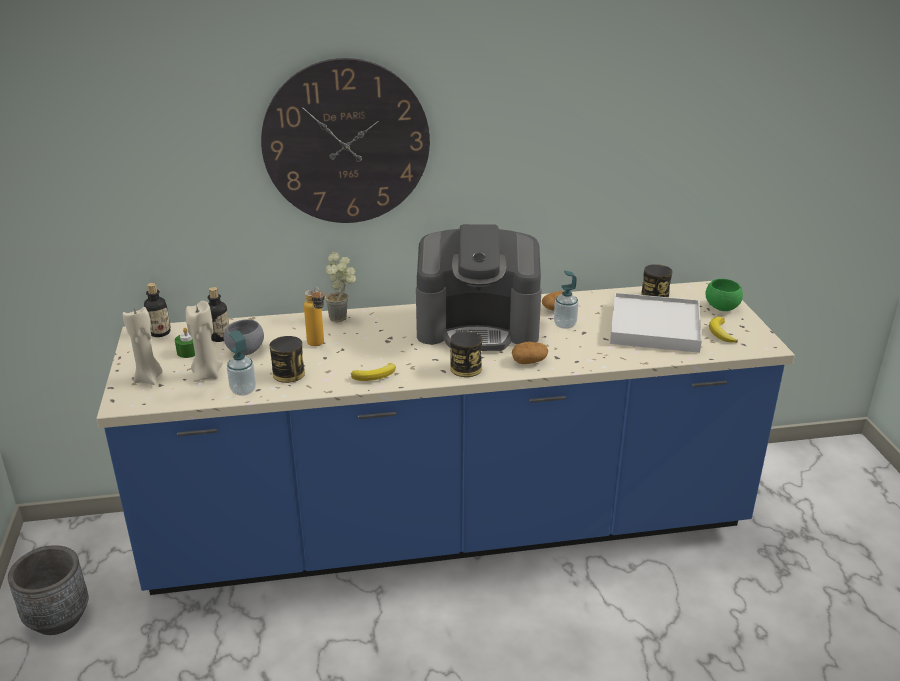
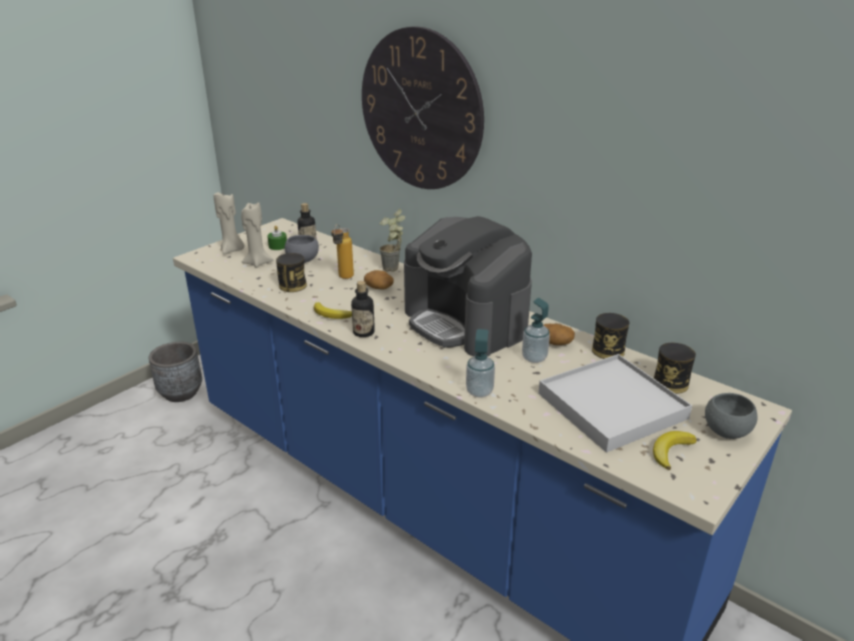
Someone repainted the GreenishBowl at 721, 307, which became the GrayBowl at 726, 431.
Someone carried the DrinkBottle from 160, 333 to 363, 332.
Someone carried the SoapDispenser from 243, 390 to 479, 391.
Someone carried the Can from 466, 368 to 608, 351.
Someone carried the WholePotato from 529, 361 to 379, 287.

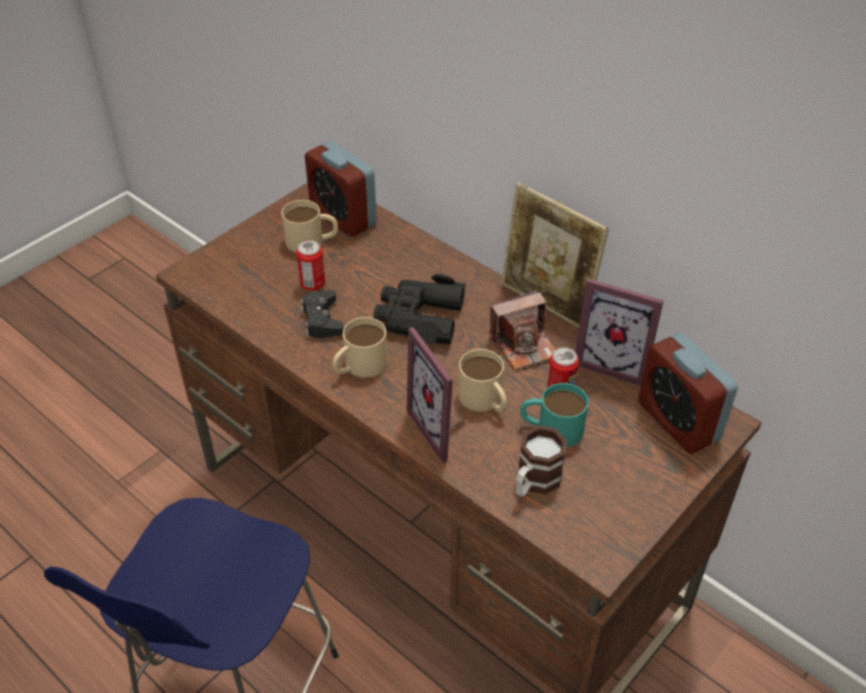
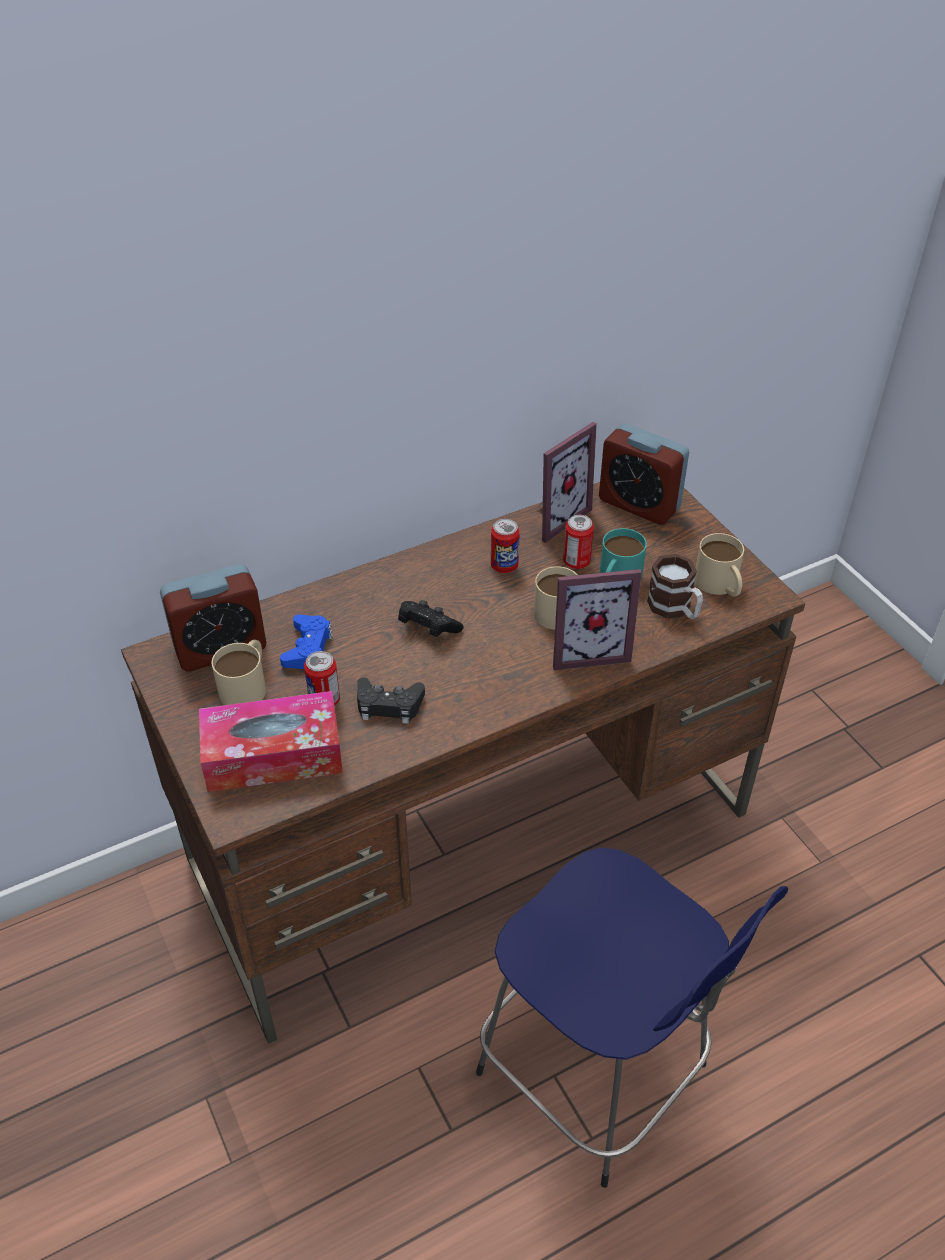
Someone took away the PhotoFrame at 546, 304.
Someone swapped the BlackishFieldGlasses at 419, 318 for the BlackishJoypad at 427, 628.
Someone swapped the StillCamera at 524, 345 for the Can at 504, 566.
Someone carried the BeigeColouredCoffeeMug from 359, 366 to 720, 585.
Someone rotated the AlarmClock at 678, 421 by 45 degrees clockwise.
Someone put down the BlueJoypad at 308, 648.
Someone put down the TissueHolder at 273, 755.

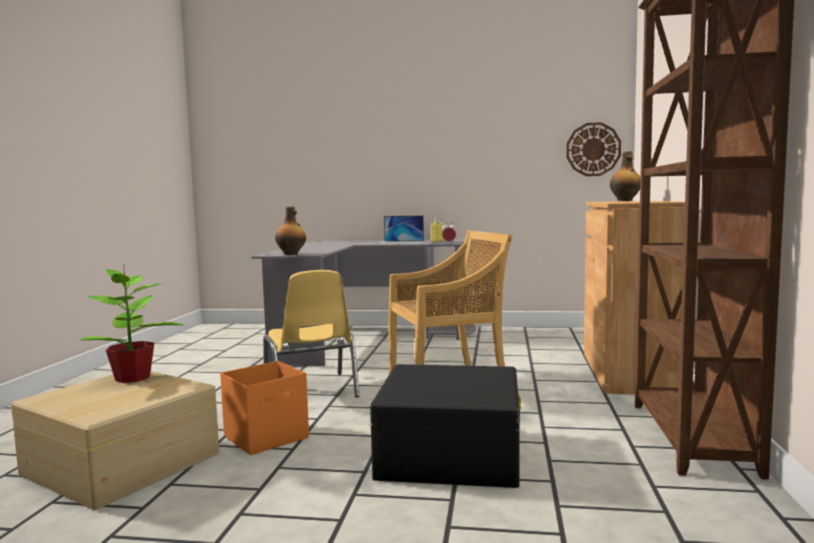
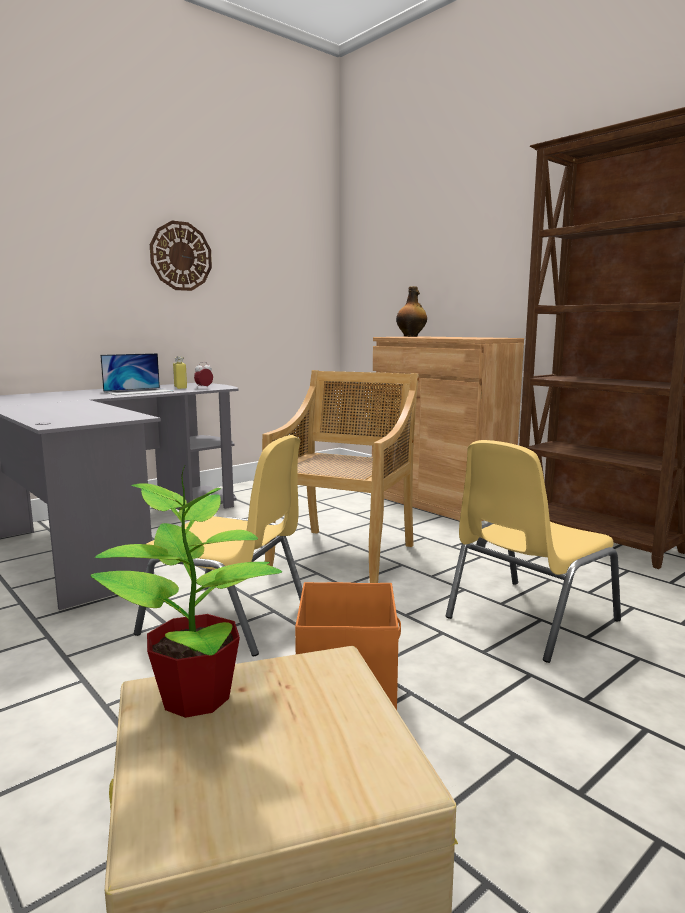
Someone carried the WallClock from 593, 149 to 181, 256.
Someone took away the DrinkBottle at 291, 254.
Someone swapped the BlackishStorageBox at 450, 452 for the YellowPlainChair at 528, 619.

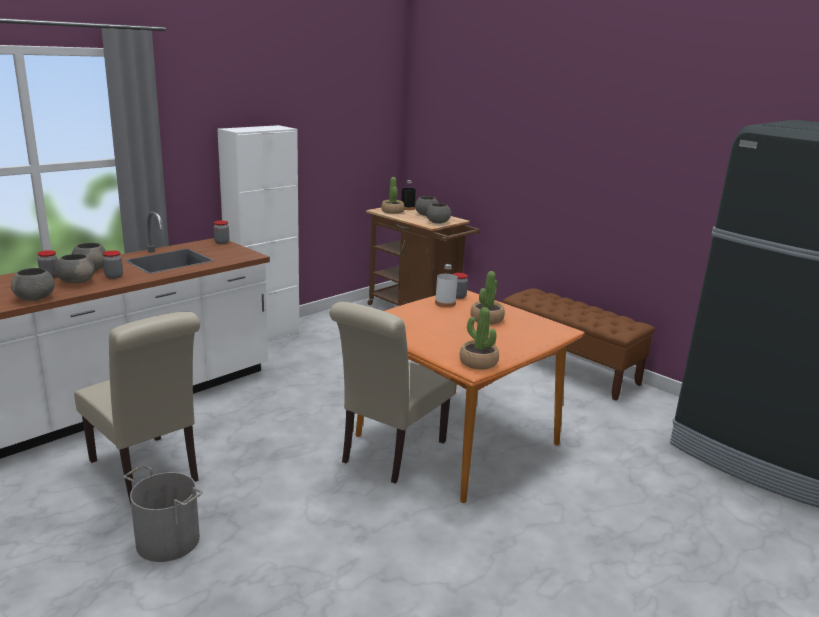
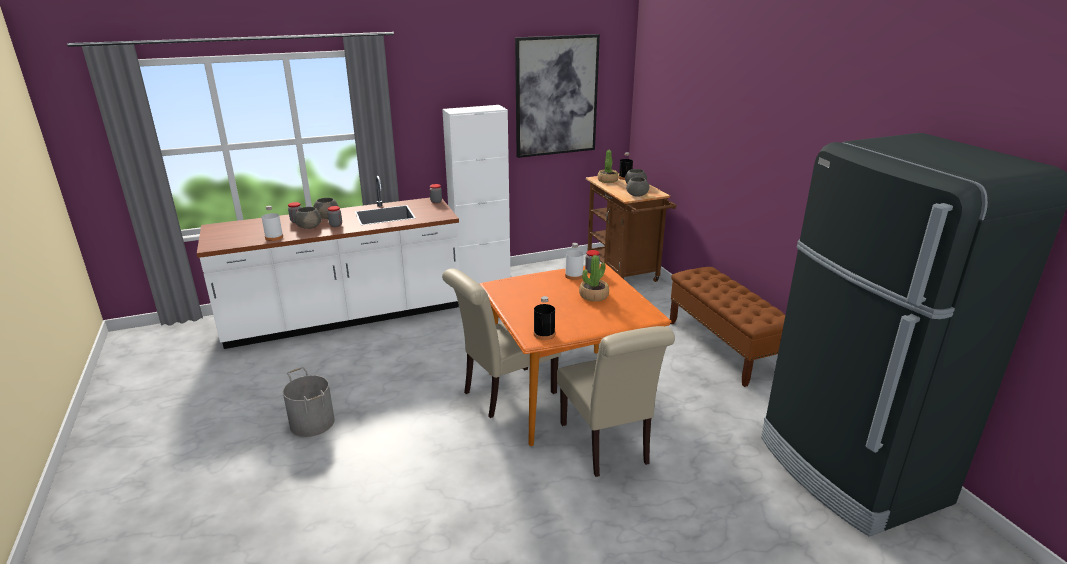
Someone swapped the GrayBowl at 35, 298 for the WhitishDrinkBottle at 274, 237.
Someone swapped the PottedPlant at 478, 362 for the BlackishDrinkBottle at 544, 334.
Someone carried the BeigeColouredPlainChair from 148, 473 to 607, 446.
Someone put up the WallArt at 556, 96.

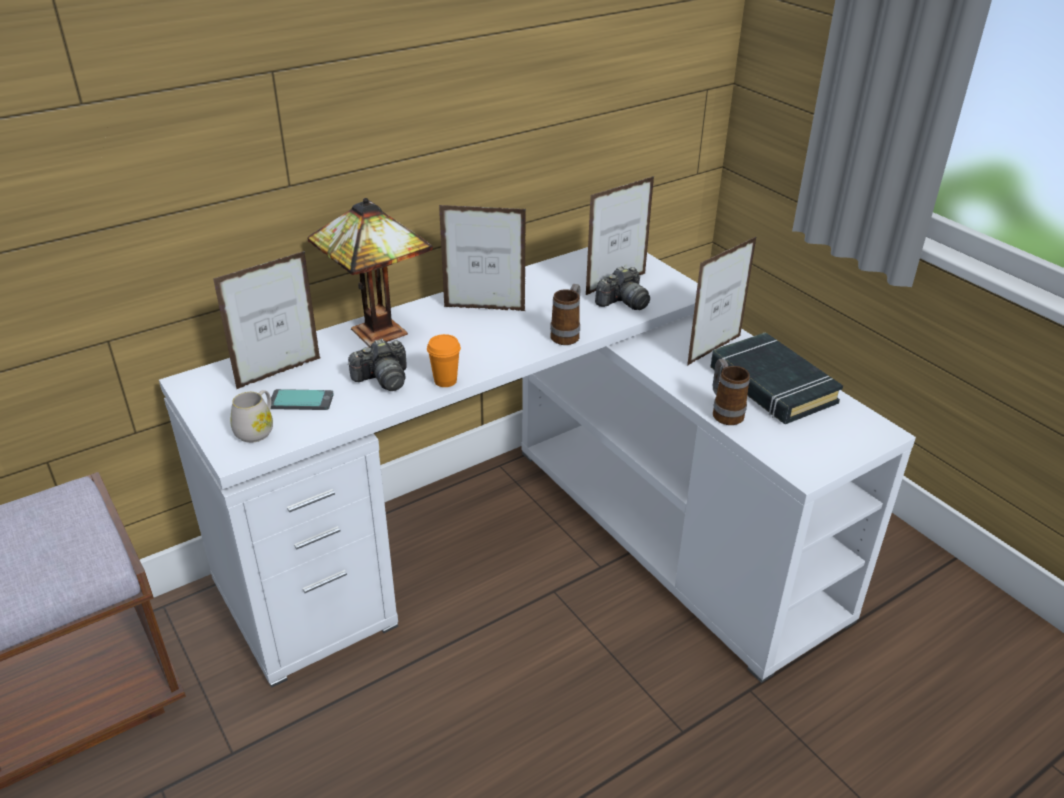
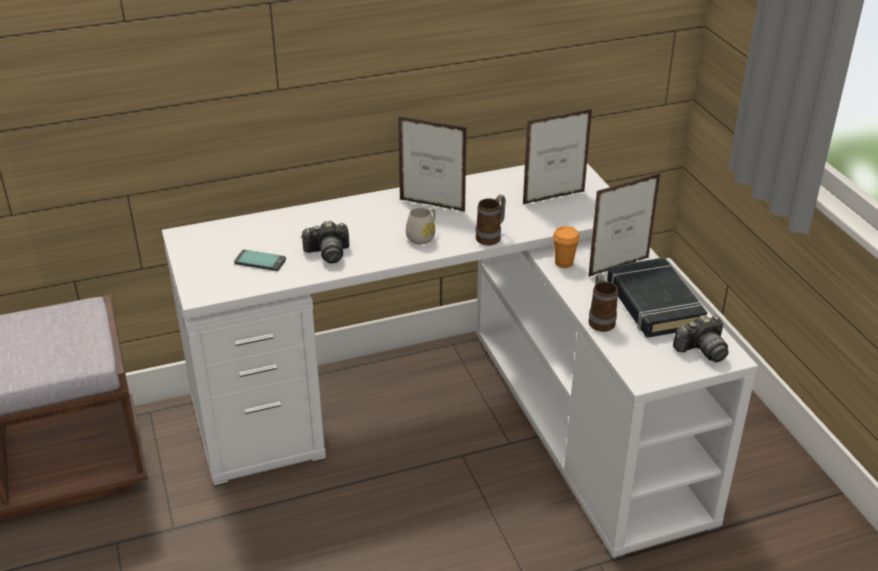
Someone took away the TabletopLamp at 375, 331.
Someone took away the PhotoFrame at 279, 373.
Someone carried the StillCamera from 623, 302 to 702, 350.
Someone carried the OrangeColouredDrinkingCup from 445, 381 to 564, 263.
Someone carried the WhitishCoffeeMug from 257, 430 to 423, 236.

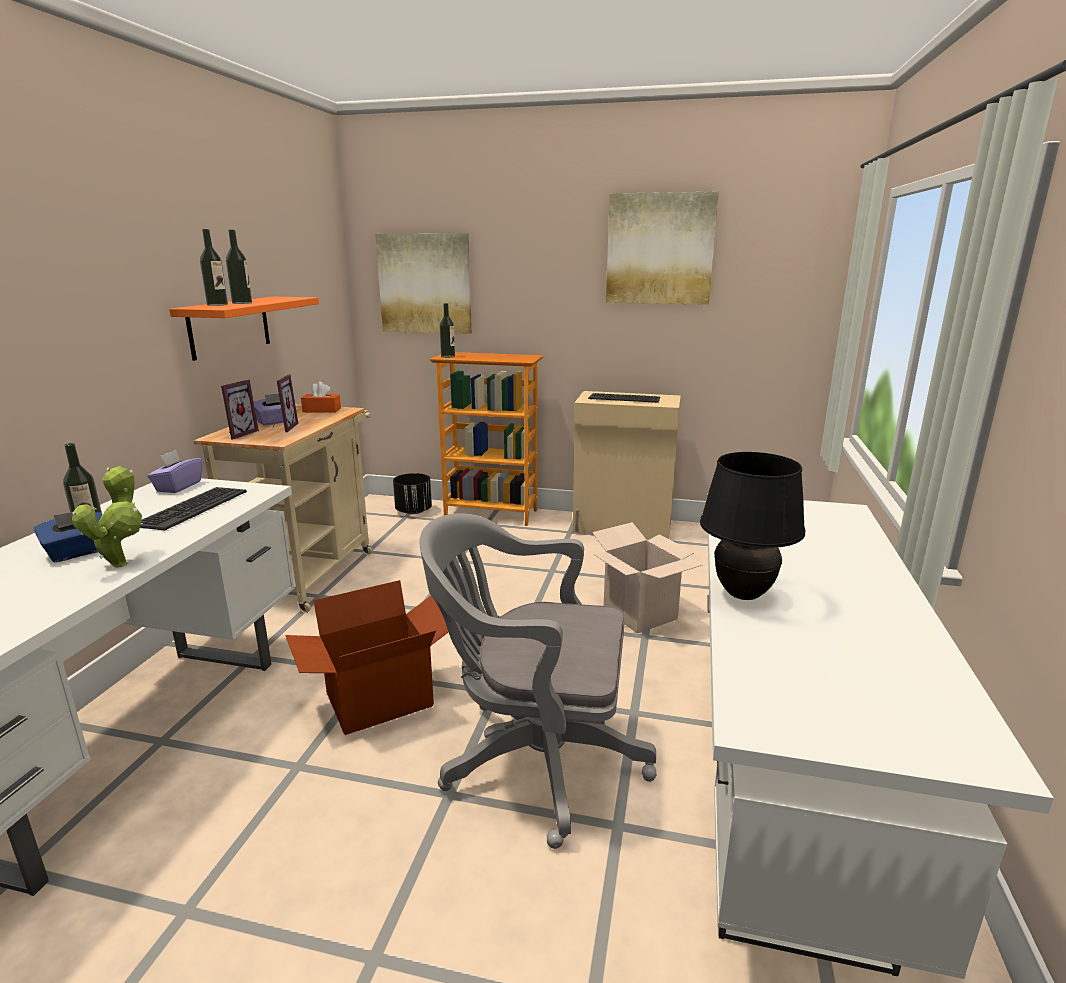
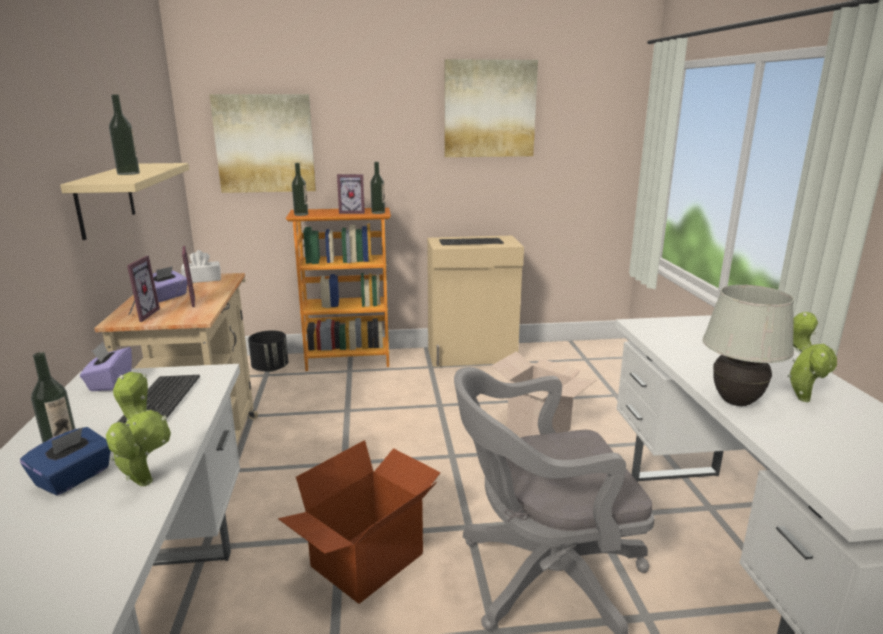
Someone carried the DrinkBottle from 217, 305 to 378, 212.
Someone repainted the OrangeColouredWallShelf at 229, 326, which became the BeigeColouredWallShelf at 105, 199.
Someone repainted the OrangeColouredTissueHolder at 322, 410, which became the WhitishTissueHolder at 202, 279.
Someone repainted the BlackishTabletopLamp at 743, 594, which became the WhitishTabletopLamp at 736, 402.
Someone put down the PhotoFrame at 352, 212.
Someone put down the PottedPlant at 801, 397.

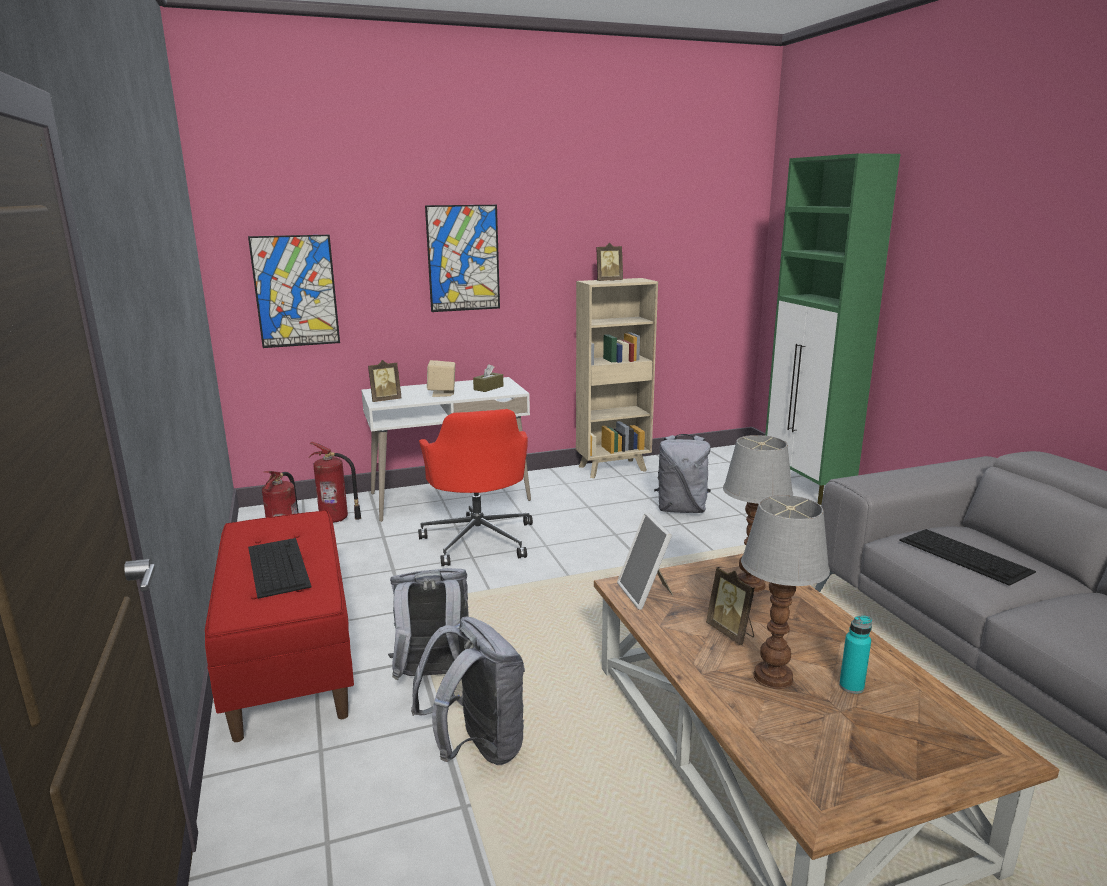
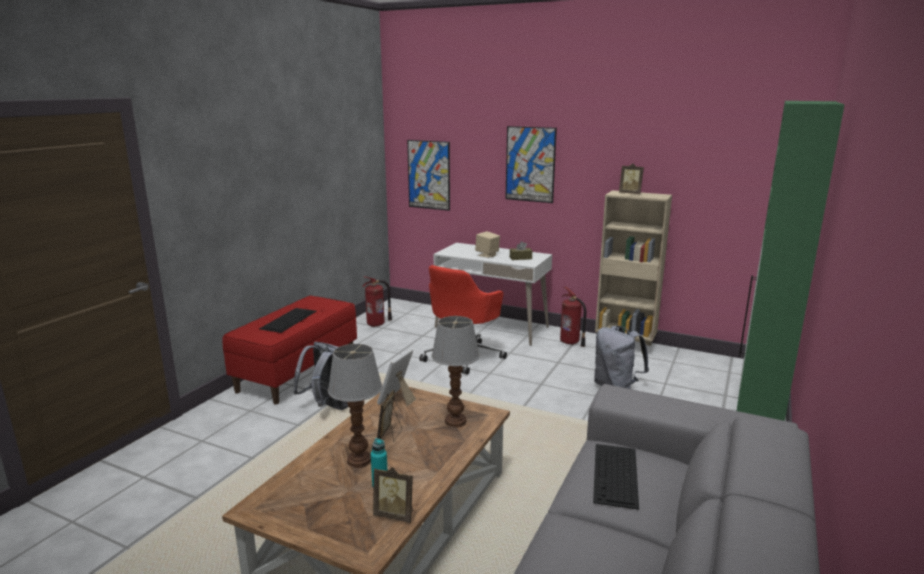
Someone carried the PhotoFrame from 385, 400 to 395, 514.
Someone carried the Extinguisher from 336, 519 to 570, 342.
Someone took away the GrayKnapsack at 477, 748.

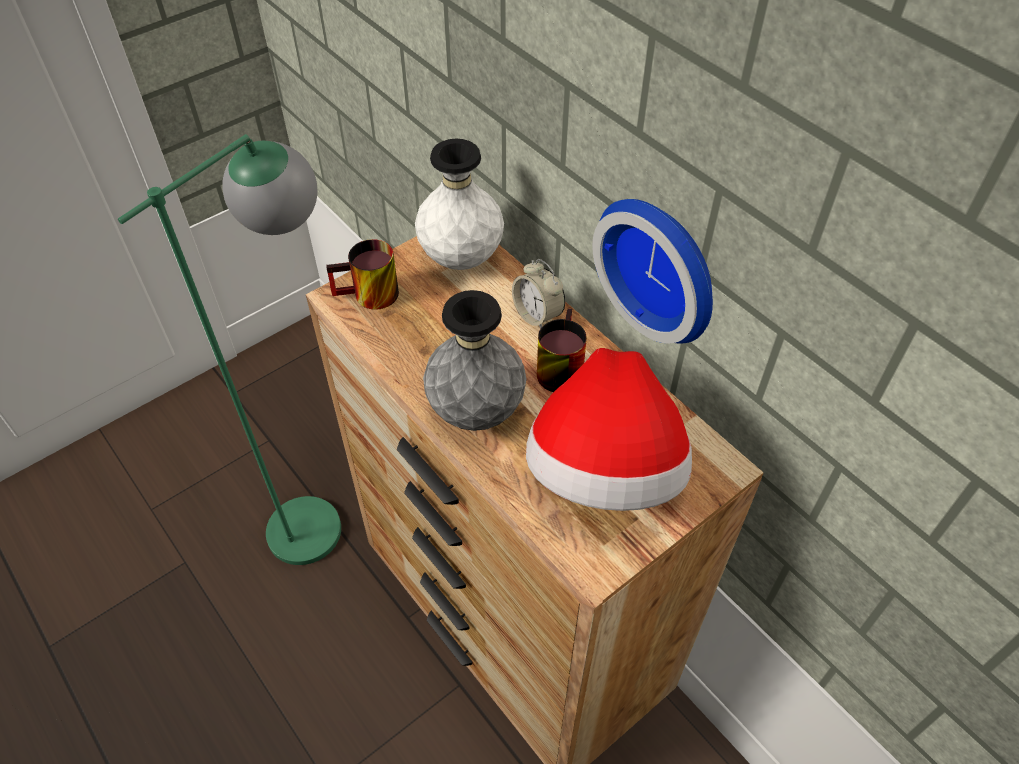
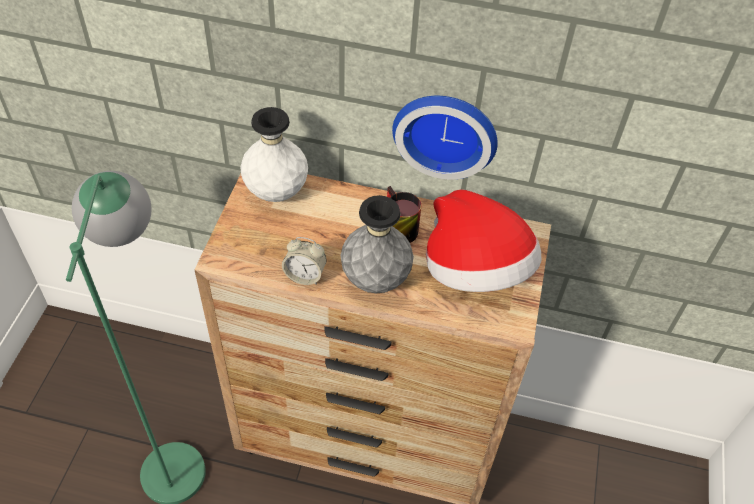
Someone took away the CoffeeMug at 369, 297.
Someone carried the AlarmClock from 537, 315 to 305, 275.

